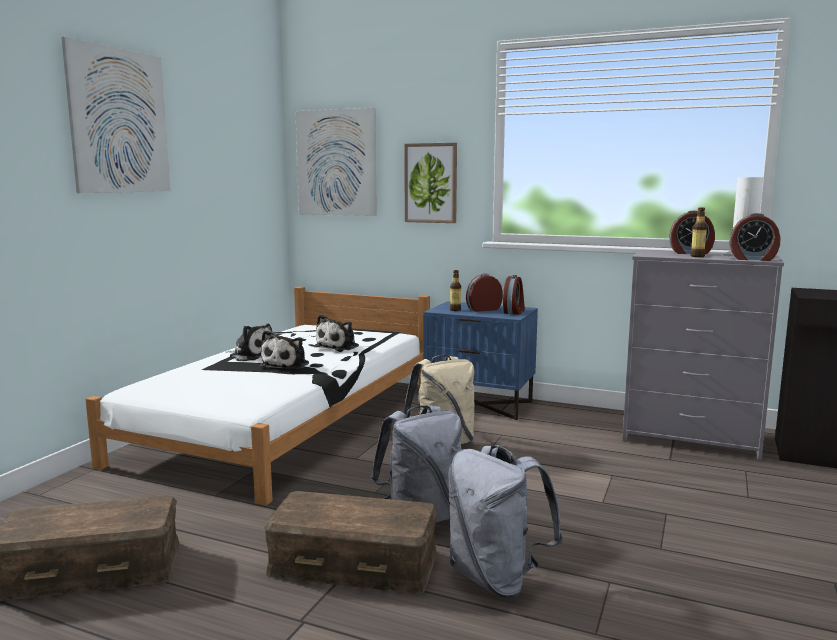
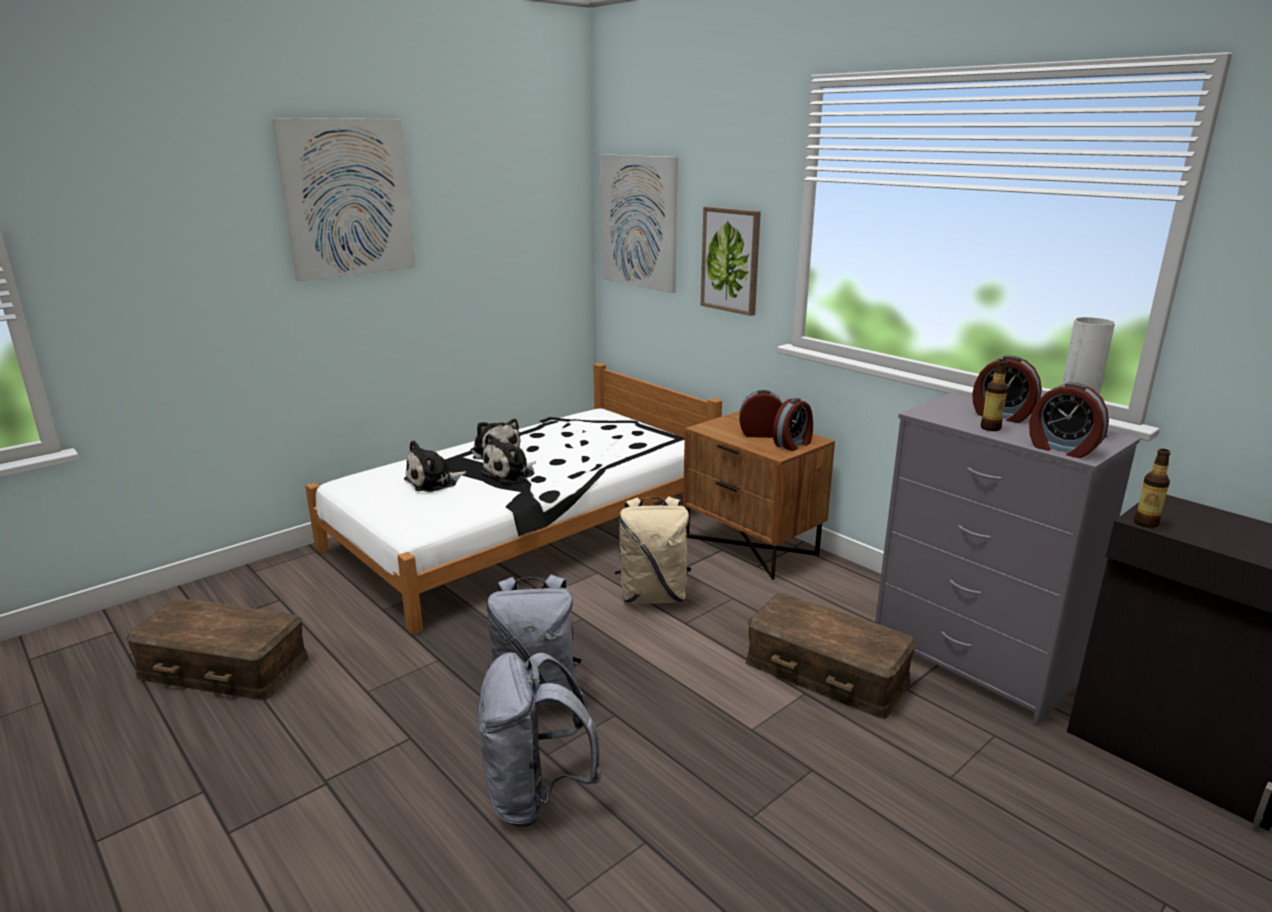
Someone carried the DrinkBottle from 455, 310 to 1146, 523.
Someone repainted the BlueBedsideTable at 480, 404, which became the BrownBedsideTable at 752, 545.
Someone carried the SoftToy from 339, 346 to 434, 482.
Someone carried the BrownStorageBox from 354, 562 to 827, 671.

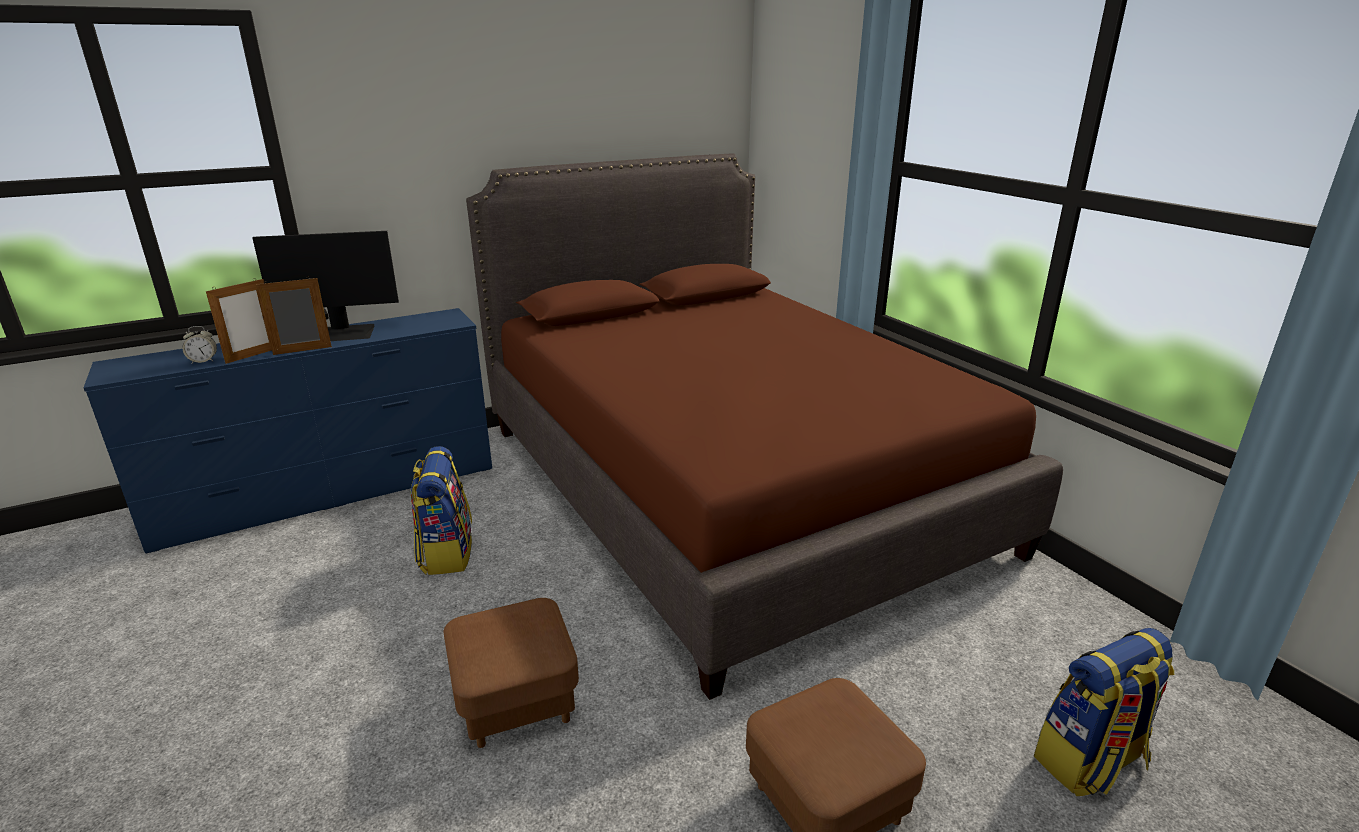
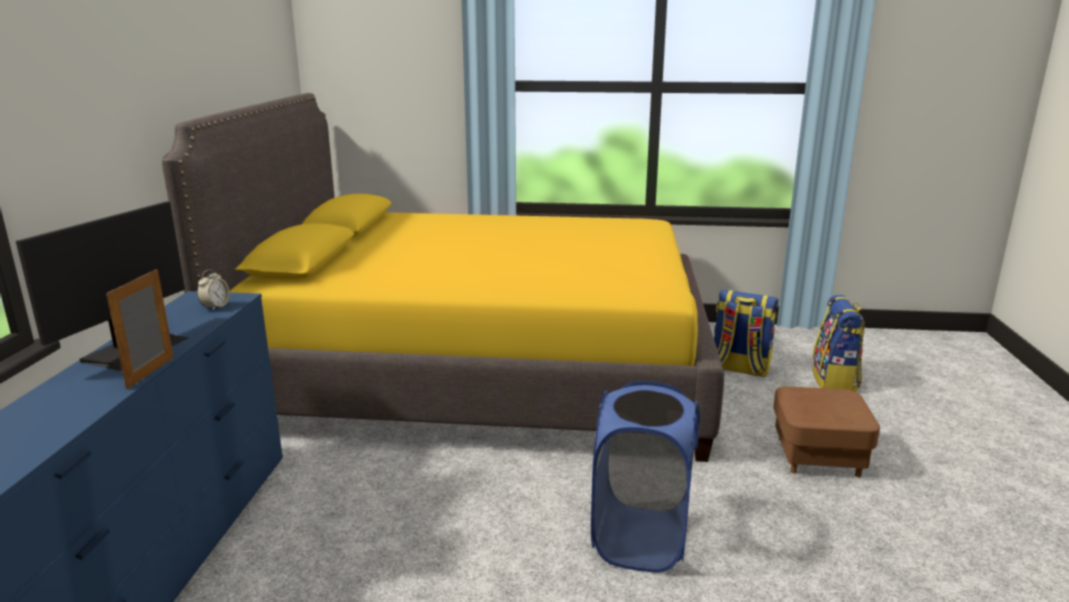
Someone repainted the BrownBedroomBed at 728, 486, which became the YellowBedroomBed at 481, 371.
Someone took away the PhotoFrame at 253, 355.
Someone carried the AlarmClock from 203, 361 to 215, 307.
Someone carried the Knapsack from 446, 553 to 739, 368.
Someone swapped the BrownPouffe at 515, 701 for the BlueLaundryBasket at 640, 539.

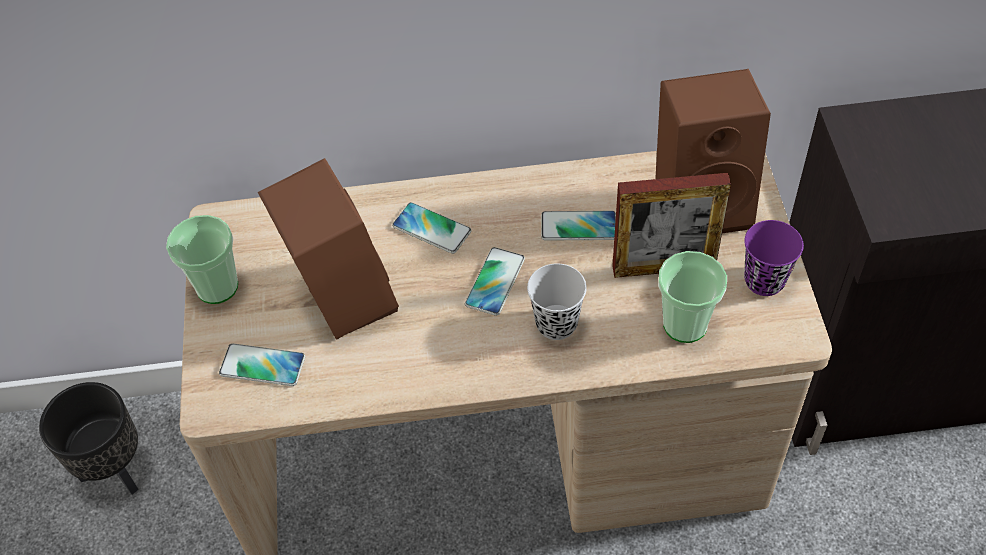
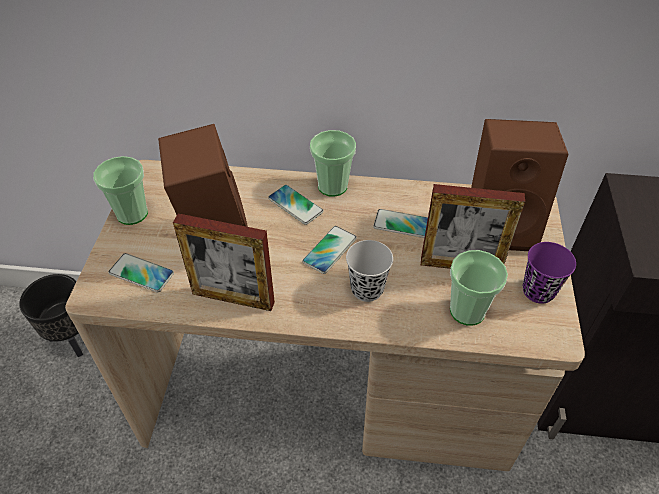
Someone put down the DrinkingCup at 332, 186.
Someone put down the PhotoFrame at 233, 298.

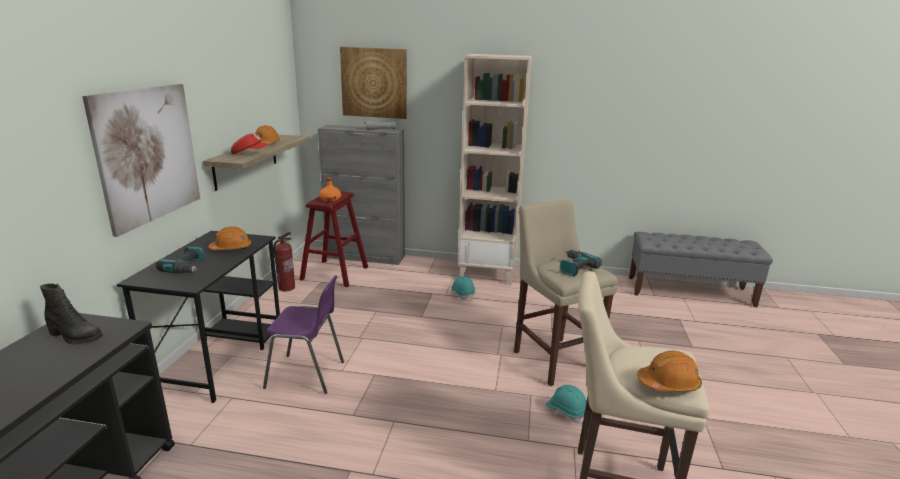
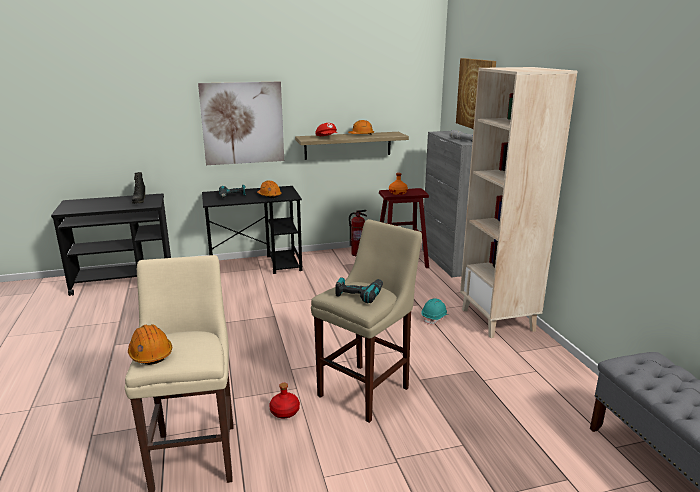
Someone took away the PurplePlainChair at 307, 375.
Someone swapped the TurquoiseSafetyHelmet at 566, 411 for the RedDrinkBottle at 285, 411.

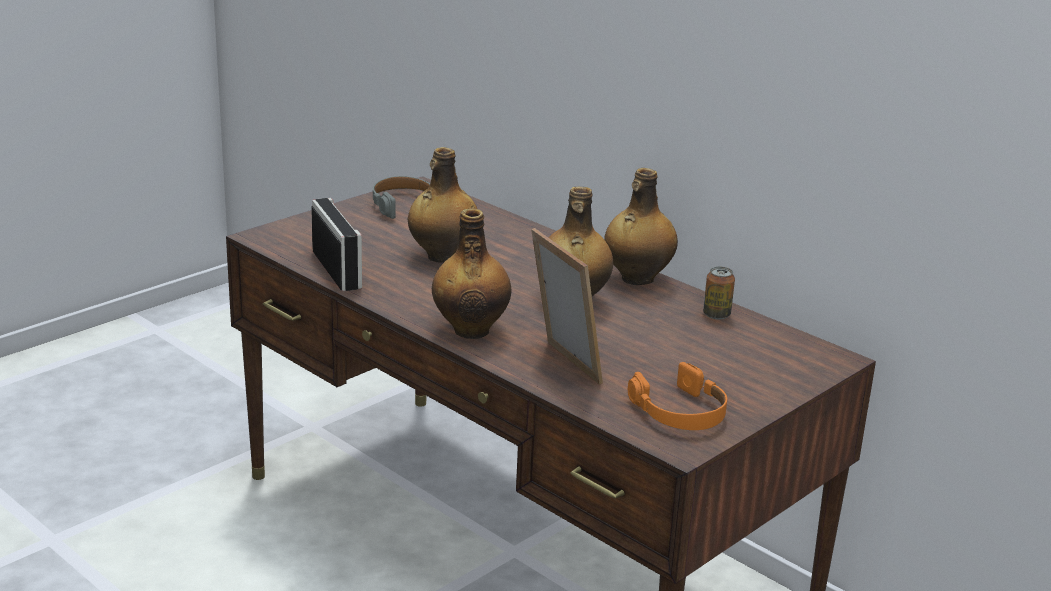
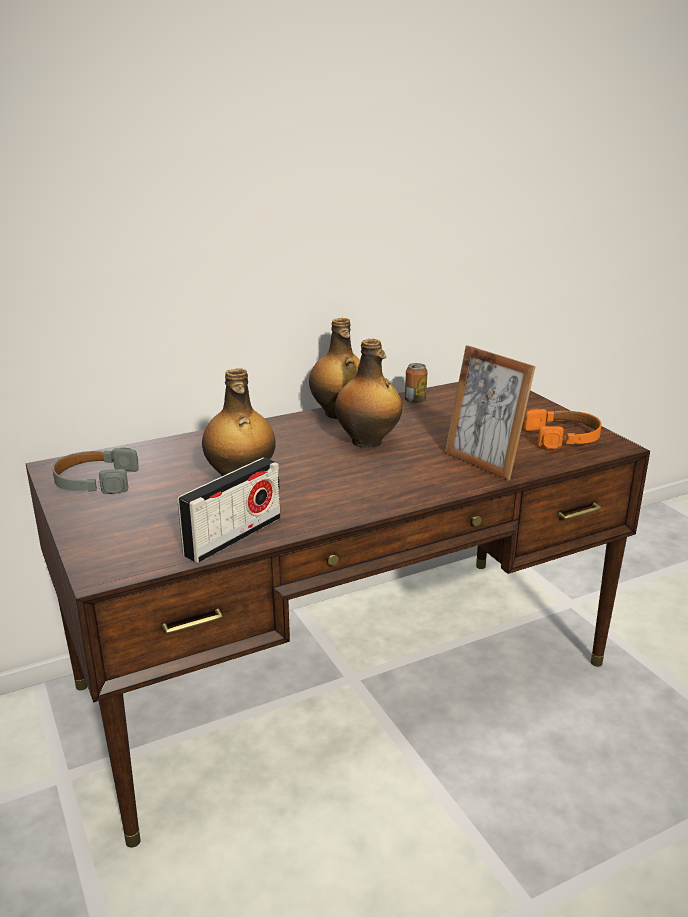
Someone rotated the RadioSet at 336, 270 by 135 degrees clockwise.
Someone took away the DrinkBottle at 471, 329.
Someone rotated the PhotoFrame at 563, 365 by 120 degrees counterclockwise.

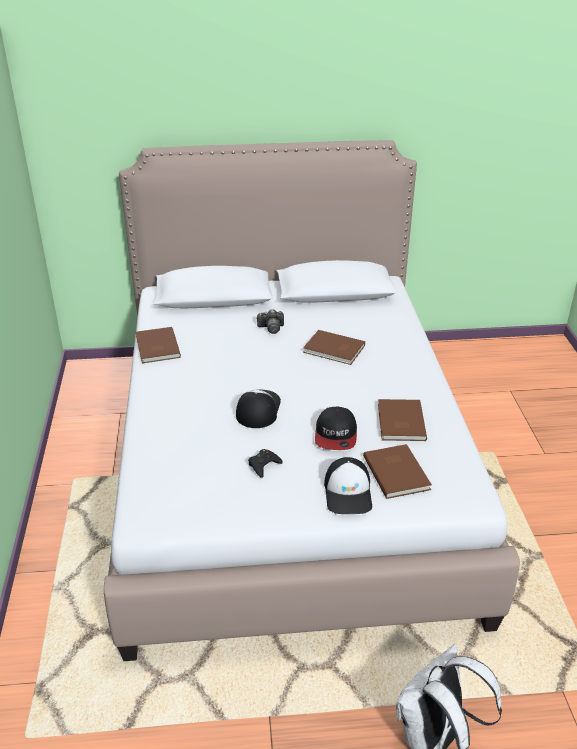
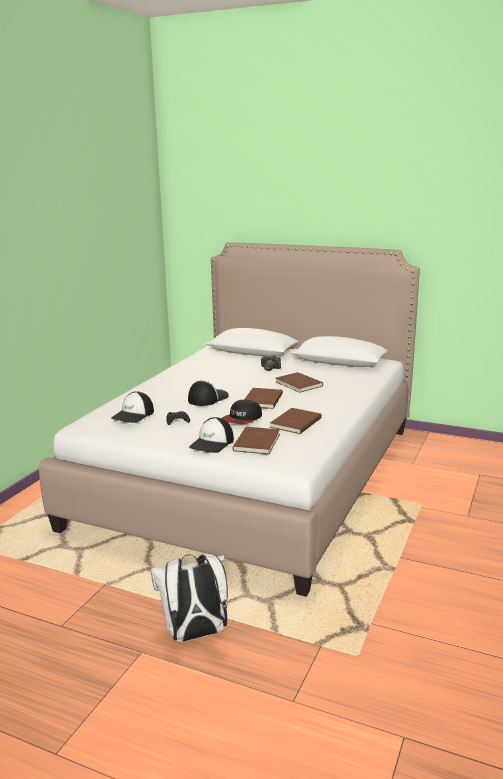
Someone carried the BrownBook from 156, 347 to 261, 400.
Someone put down the Cap at 133, 415.

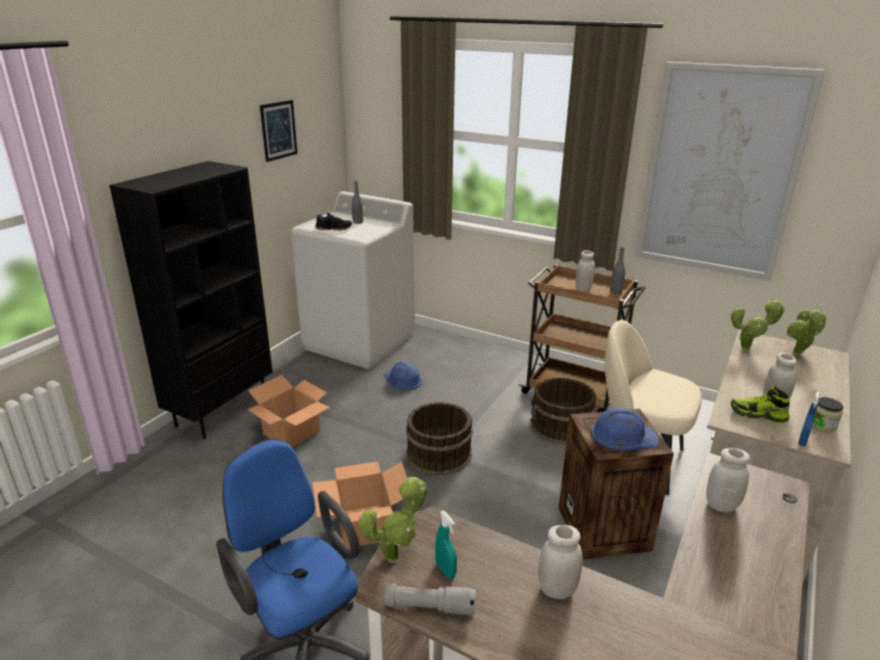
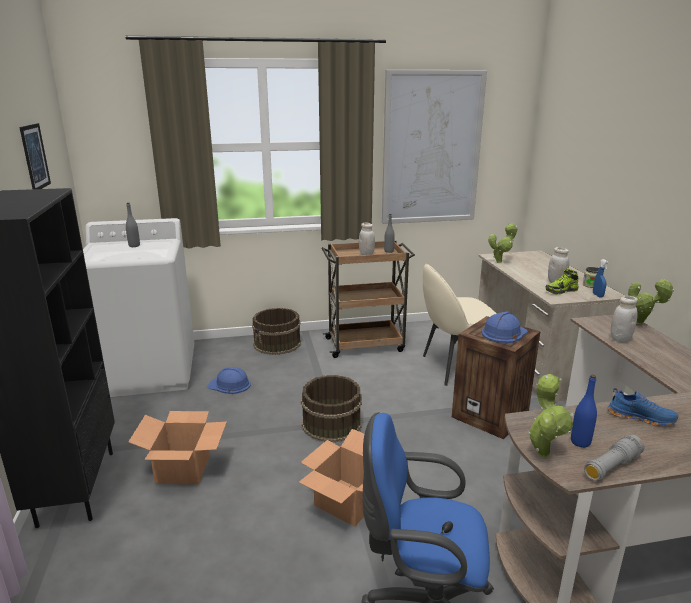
Someone took away the BlackishLowShoe at 334, 228.
Someone carried the PottedPlant from 797, 354 to 641, 324.
Someone carried the BrownWaterBucket from 561, 426 to 277, 344.
Someone swapped the TurquoiseSprayBottle at 445, 570 for the BlueDrinkBottle at 580, 442.
Someone swapped the WhitishJar at 557, 590 for the BlueLowShoe at 640, 417.

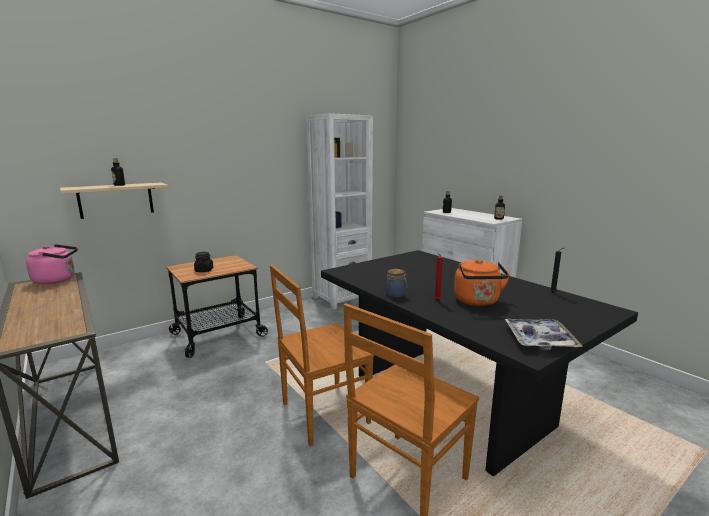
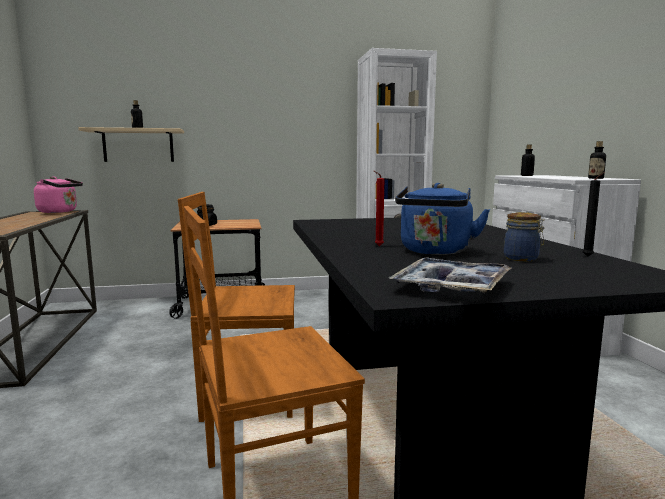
Someone repainted the OrangeColouredKettle at 477, 302, which became the BlueKettle at 435, 252.
Someone carried the Jar from 396, 295 to 522, 259.

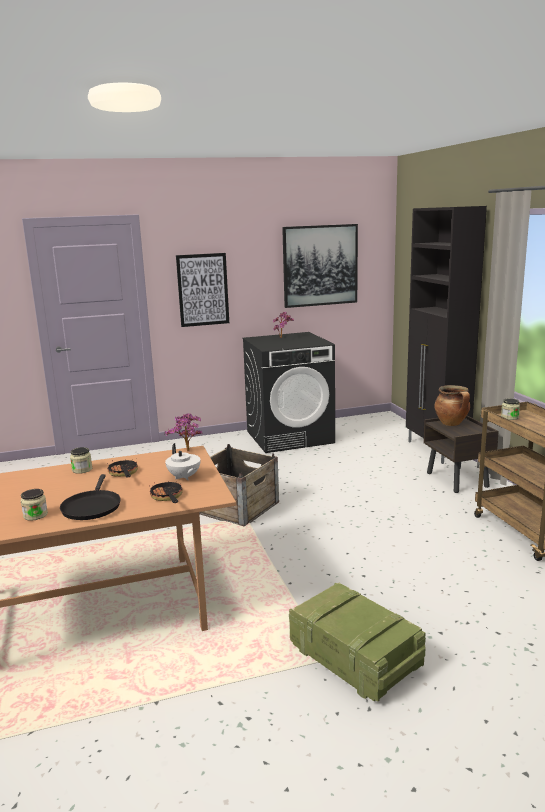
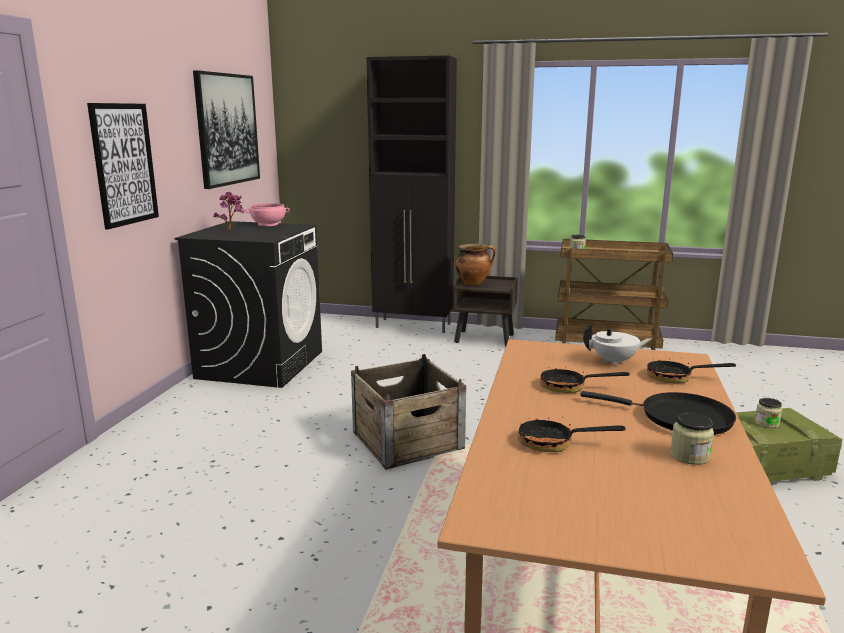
Someone took away the PottedPlant at 188, 452.
Someone carried the Jar from 82, 469 to 766, 423.
Someone put down the PinkBowl at 268, 225.
Someone put down the Skillet at 554, 443.

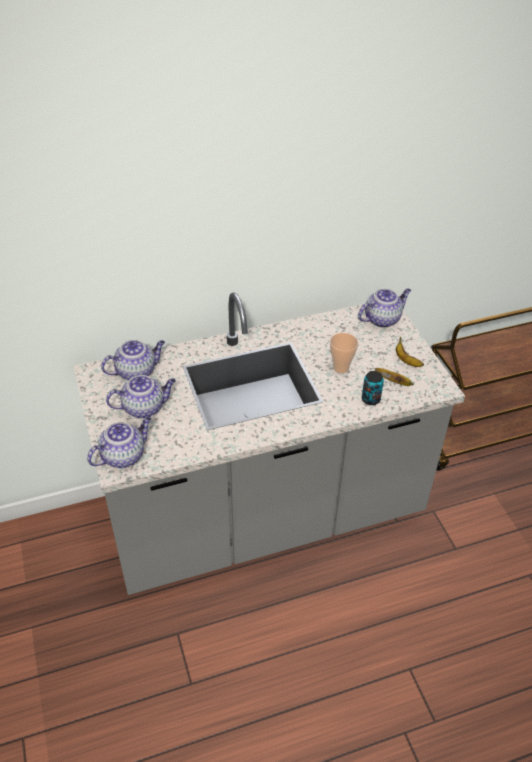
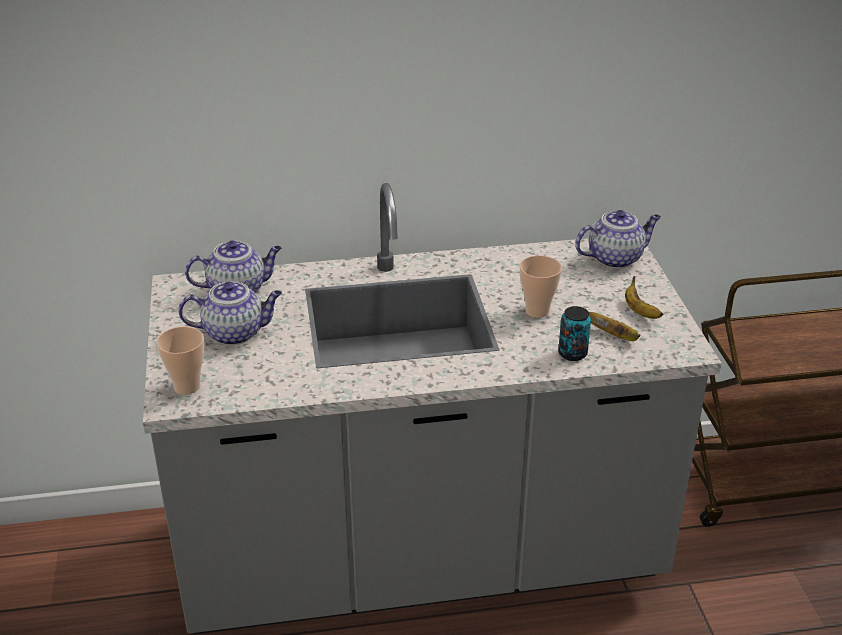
Someone swapped the TeaPot at 123, 455 for the DrinkingCup at 187, 387.

